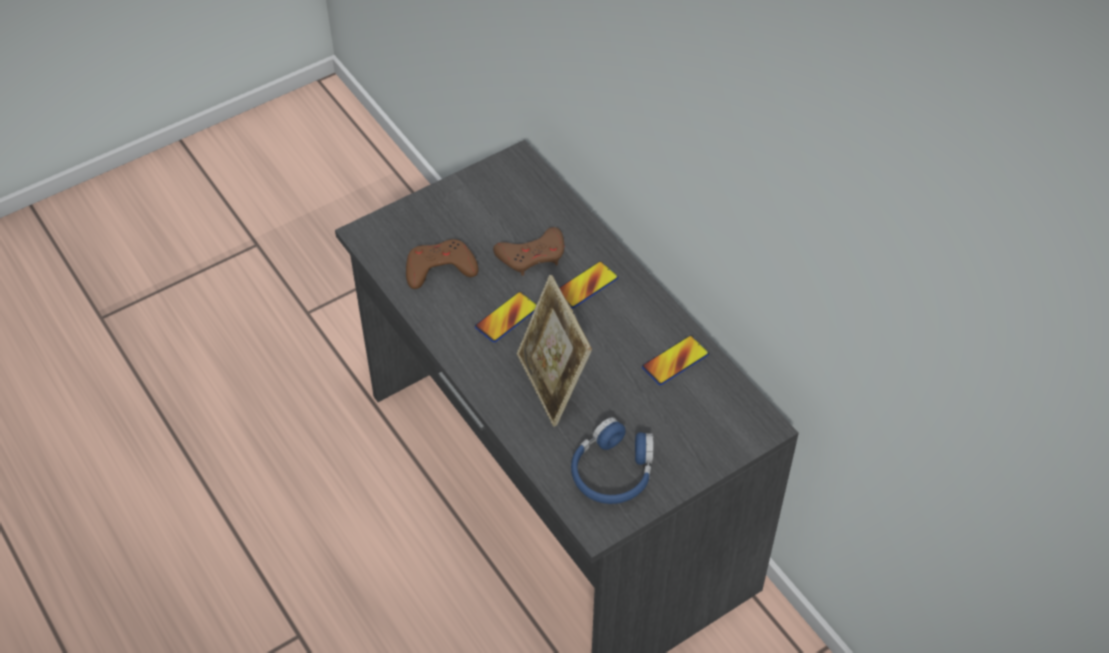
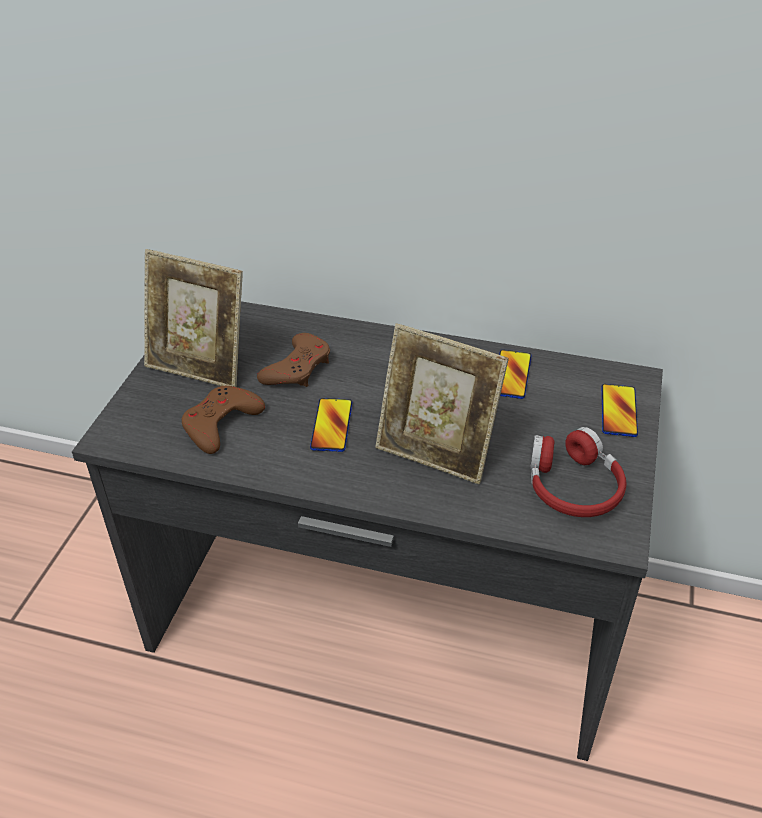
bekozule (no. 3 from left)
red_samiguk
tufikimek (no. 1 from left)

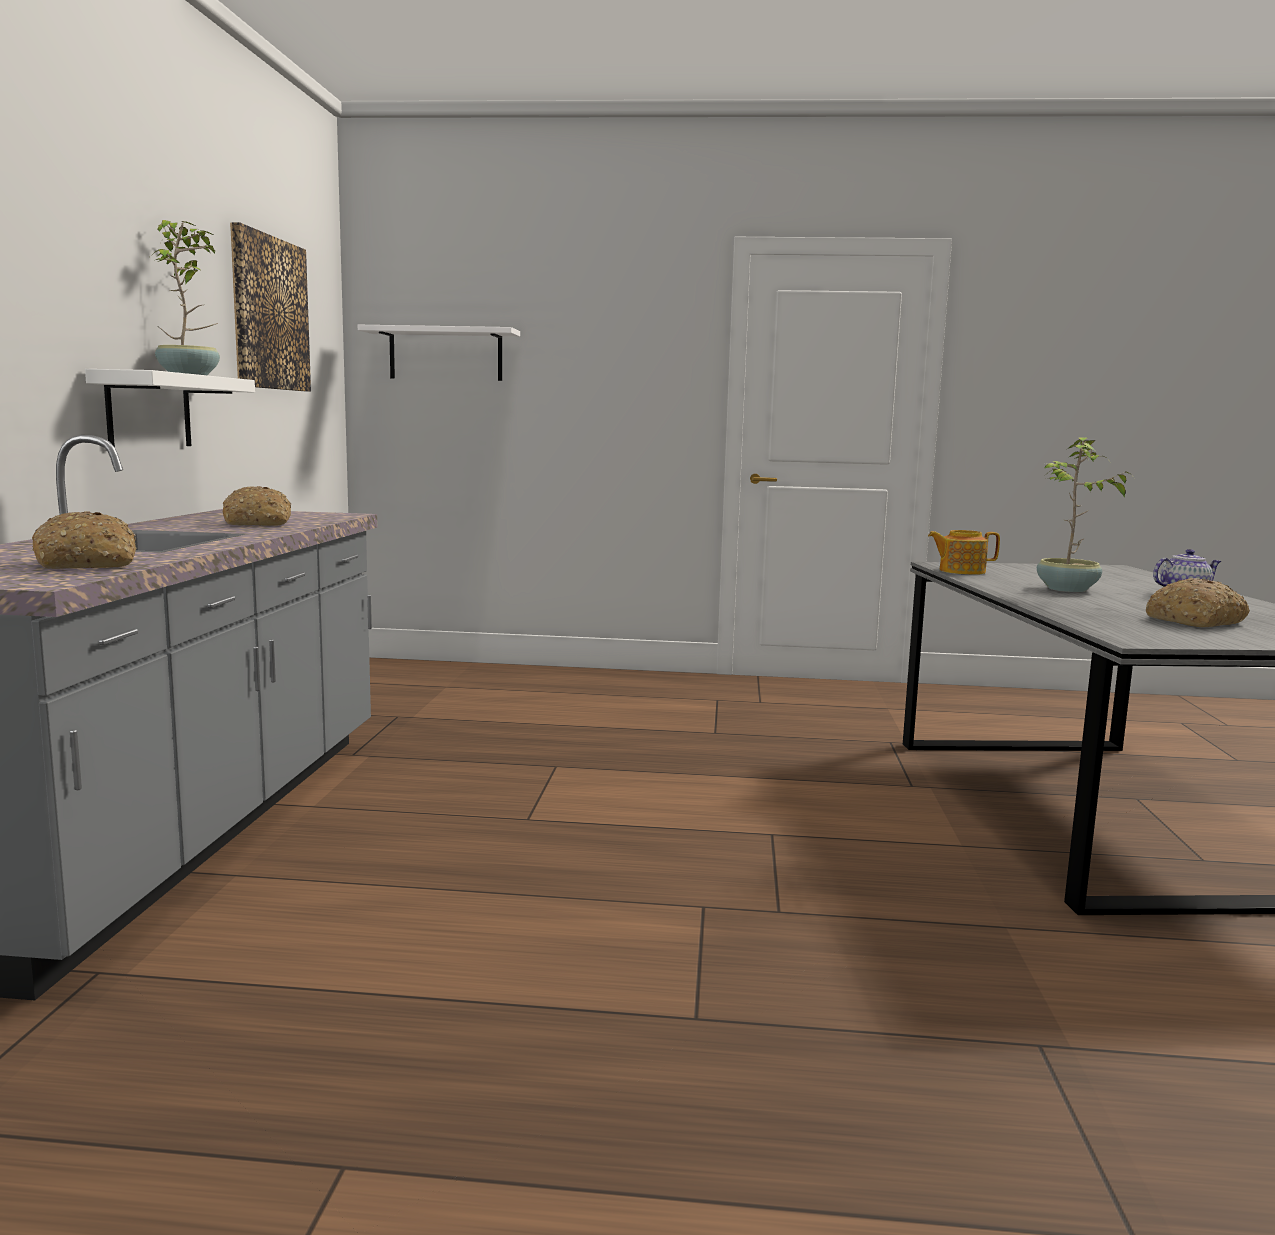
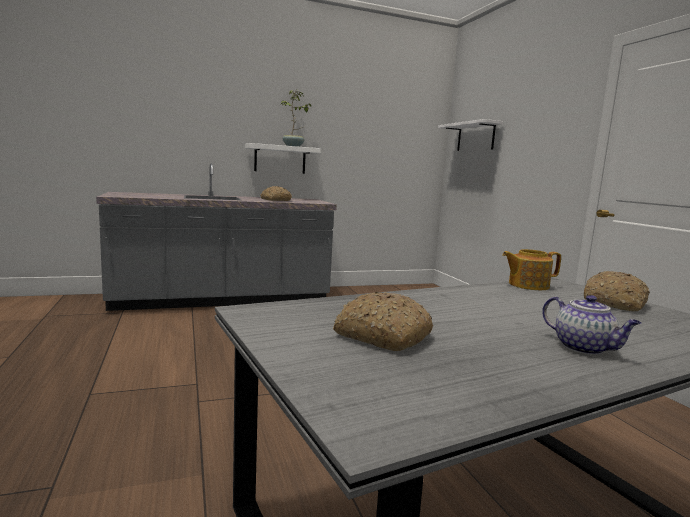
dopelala
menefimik (no. 2 from left in the first image)
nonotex (no. 3 from left)
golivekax (no. 1 from left)

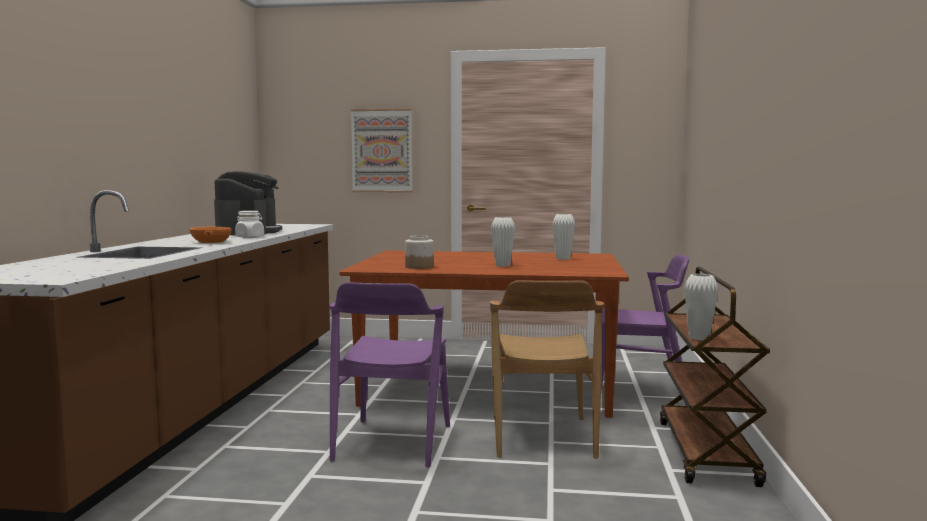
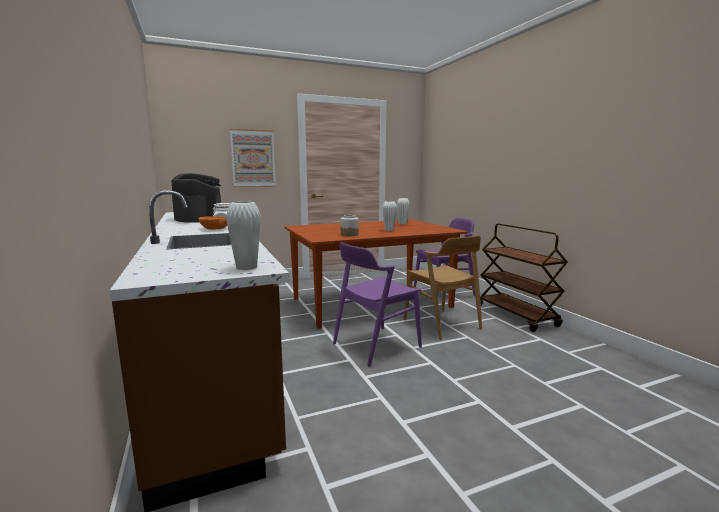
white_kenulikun (no. 1 from left)
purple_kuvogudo (no. 1 from left)

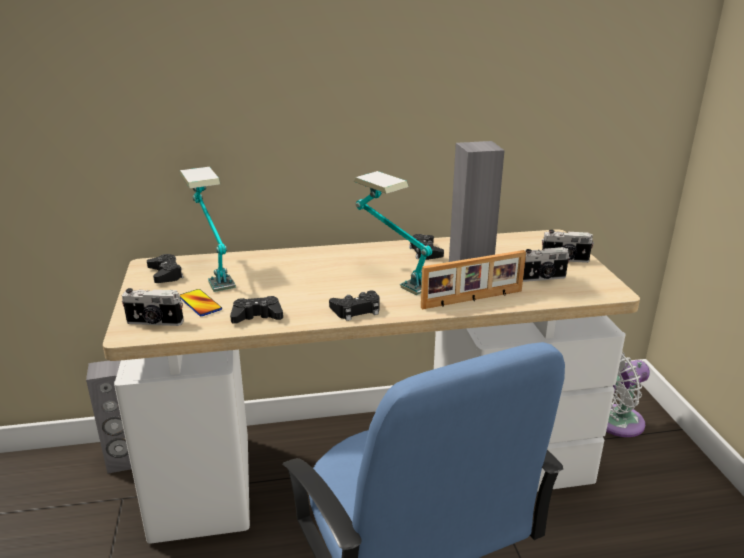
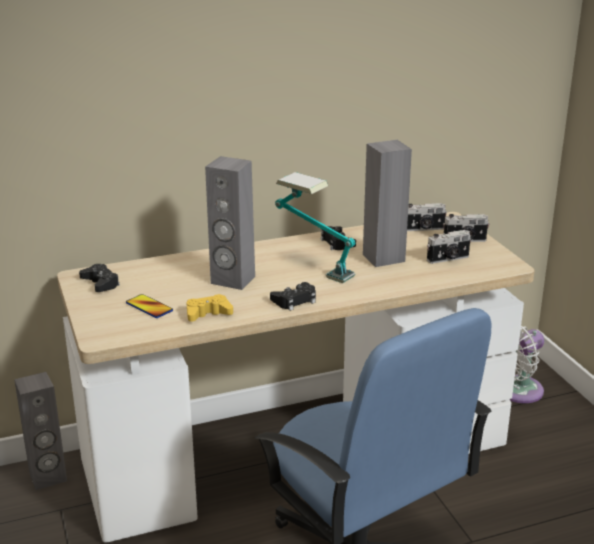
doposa (no. 1 from left in the first image)
tufikimek
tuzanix (no. 1 from left)
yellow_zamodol
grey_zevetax (no. 2 from left)

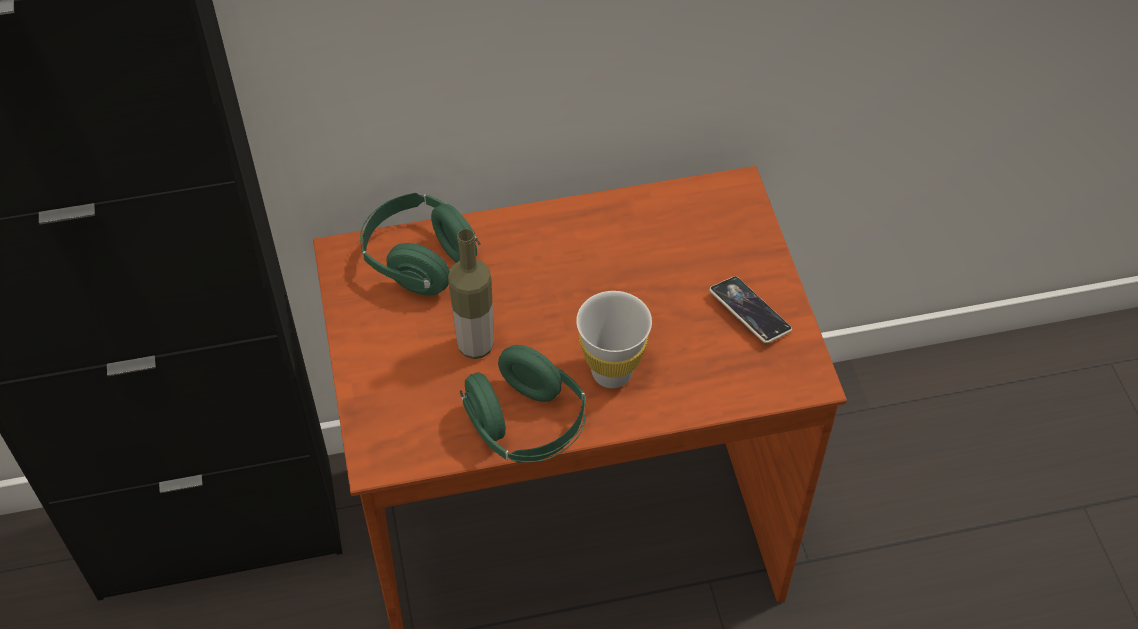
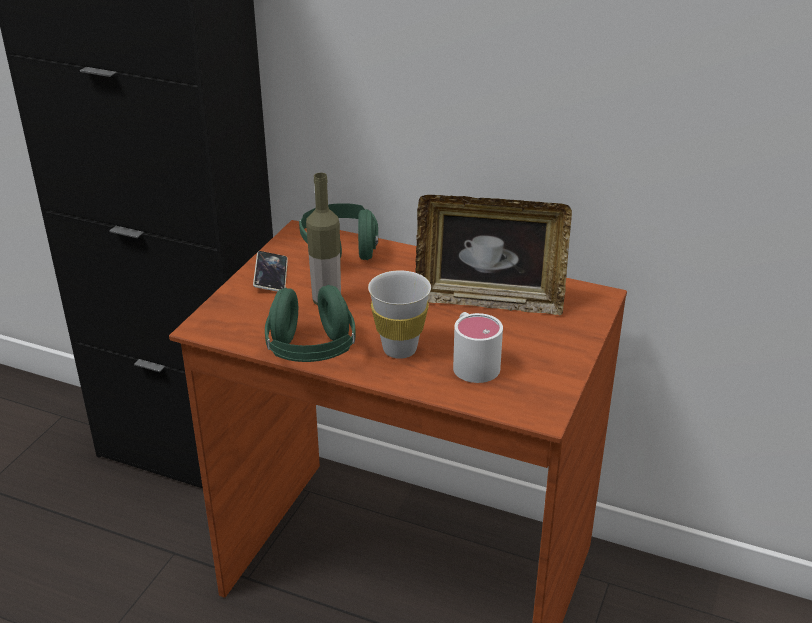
bekozule
tufikimek
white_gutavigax

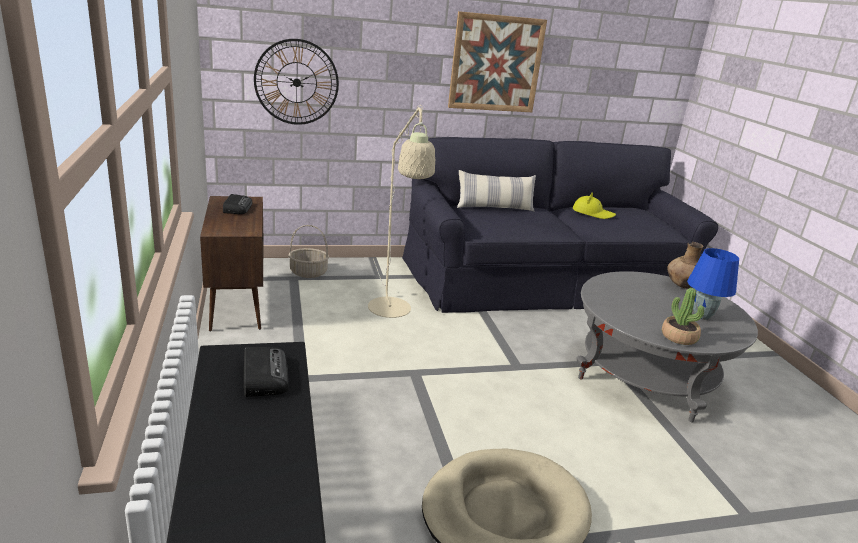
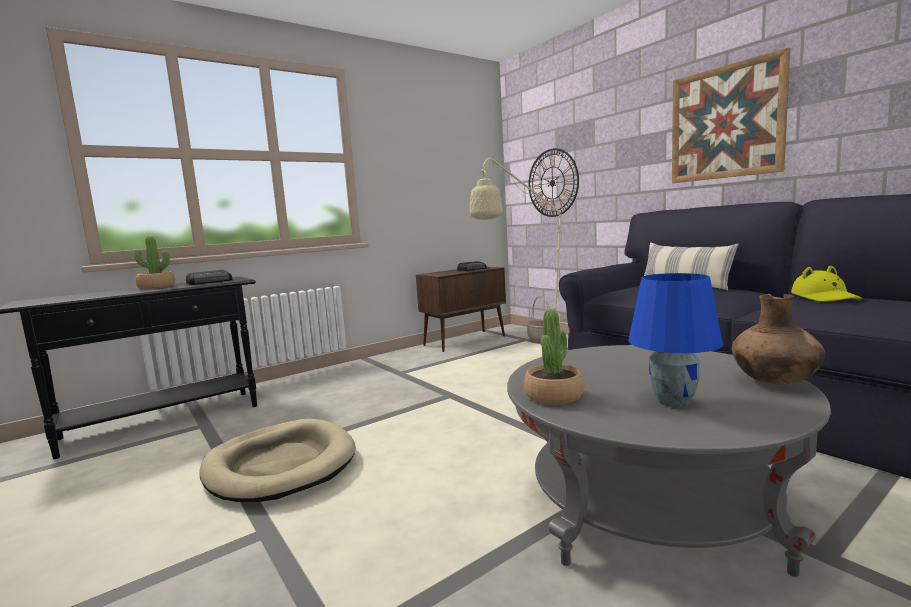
menefimik (no. 1 from left)

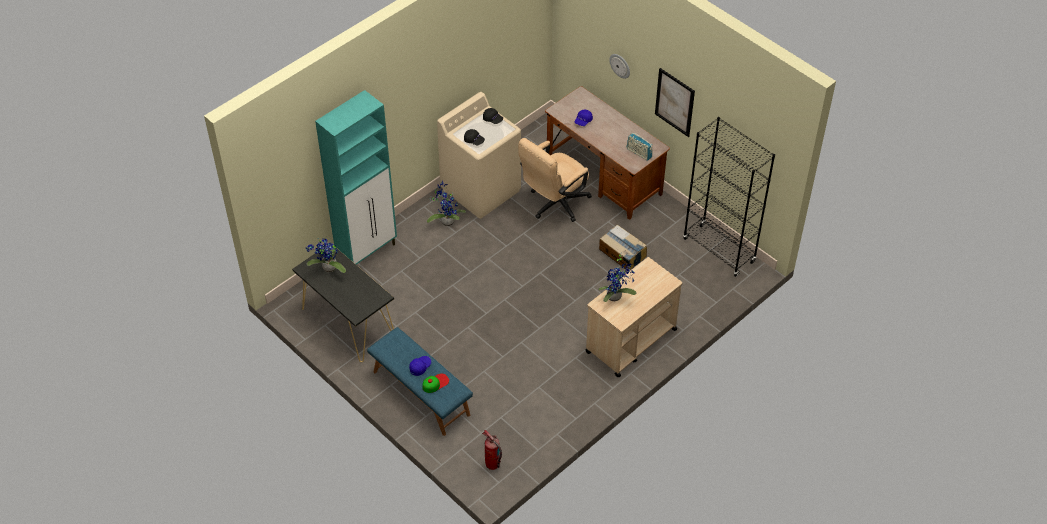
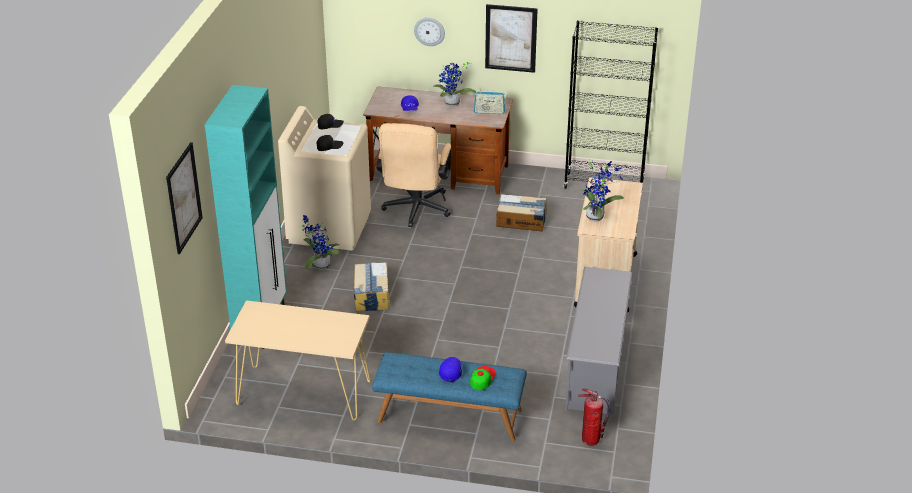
menefimik (no. 2 from left)
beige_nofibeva
dopelala (no. 1 from left)
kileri (no. 1 from left)
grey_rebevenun

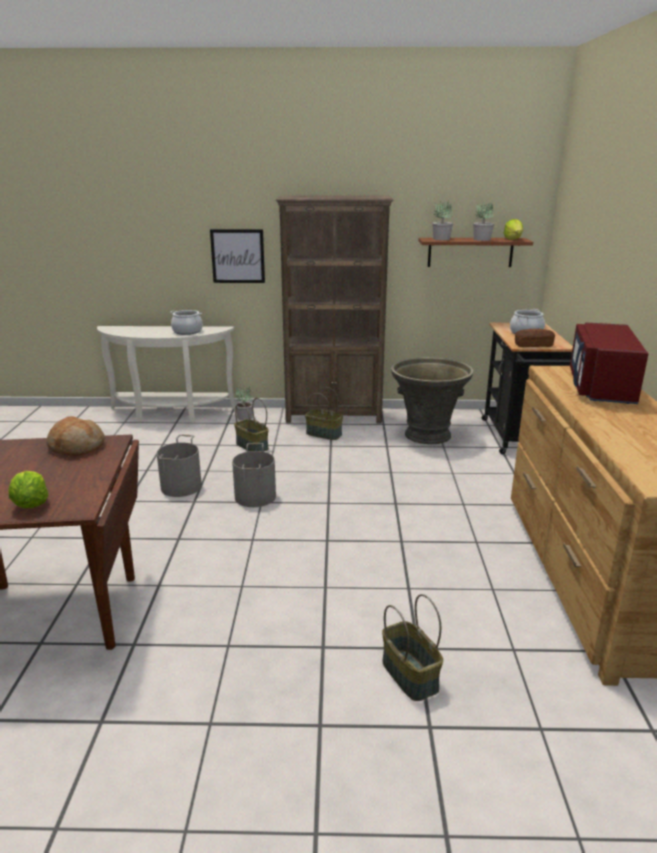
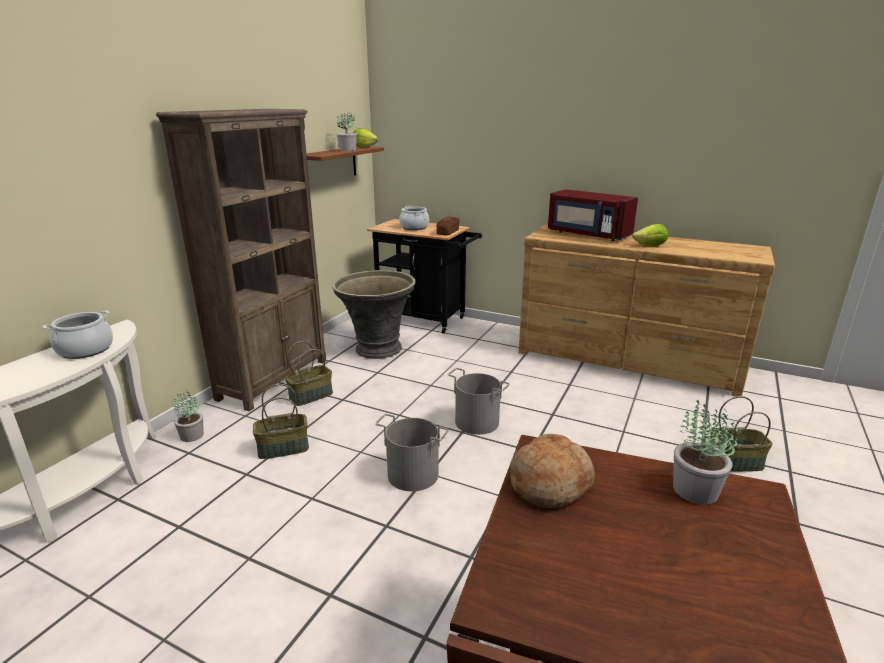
menefimik (no. 3 from left)
dopelala
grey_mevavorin (no. 2 from left)
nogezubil (no. 2 from left)

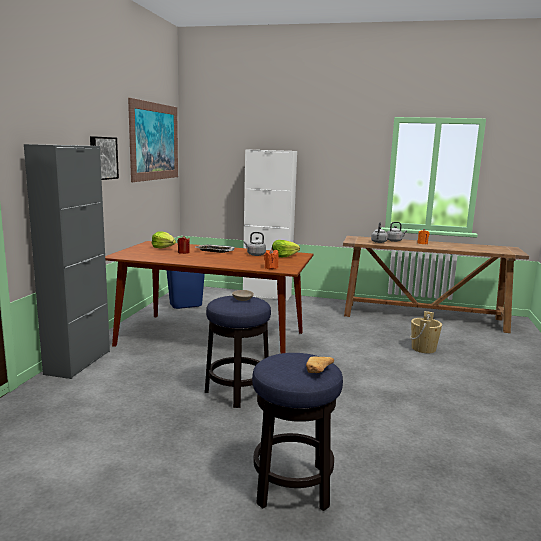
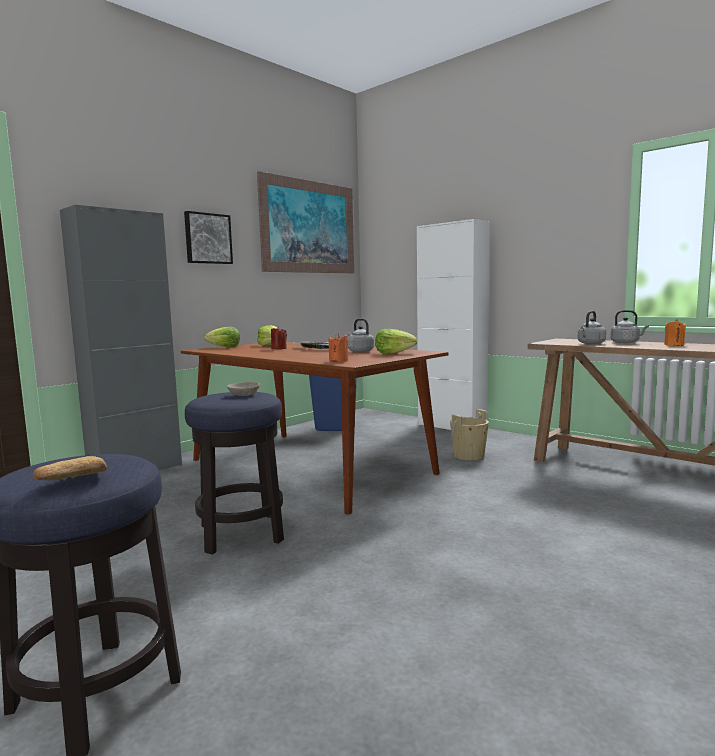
beige_mevavorin
nogezubil (no. 1 from left)

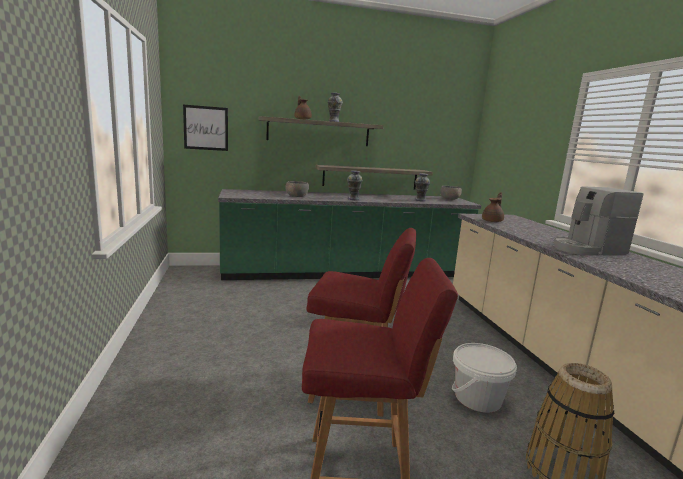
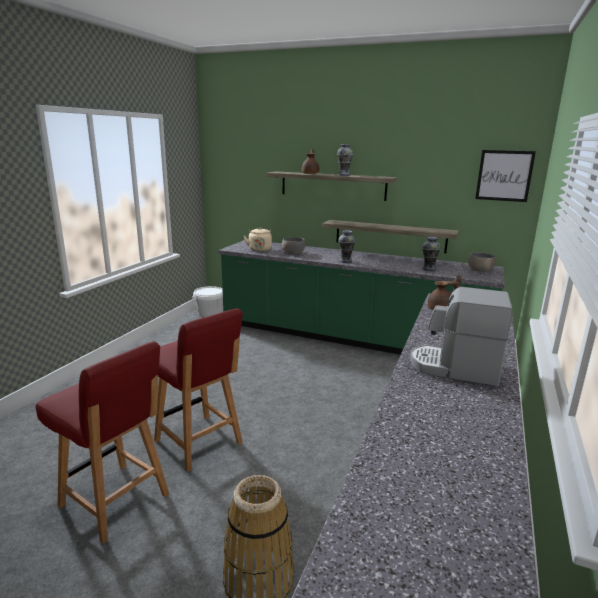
dopelala
white_mevavorin
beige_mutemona

